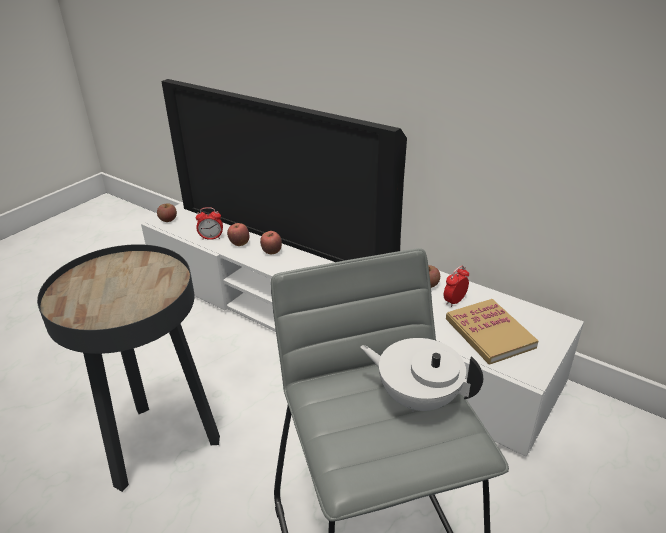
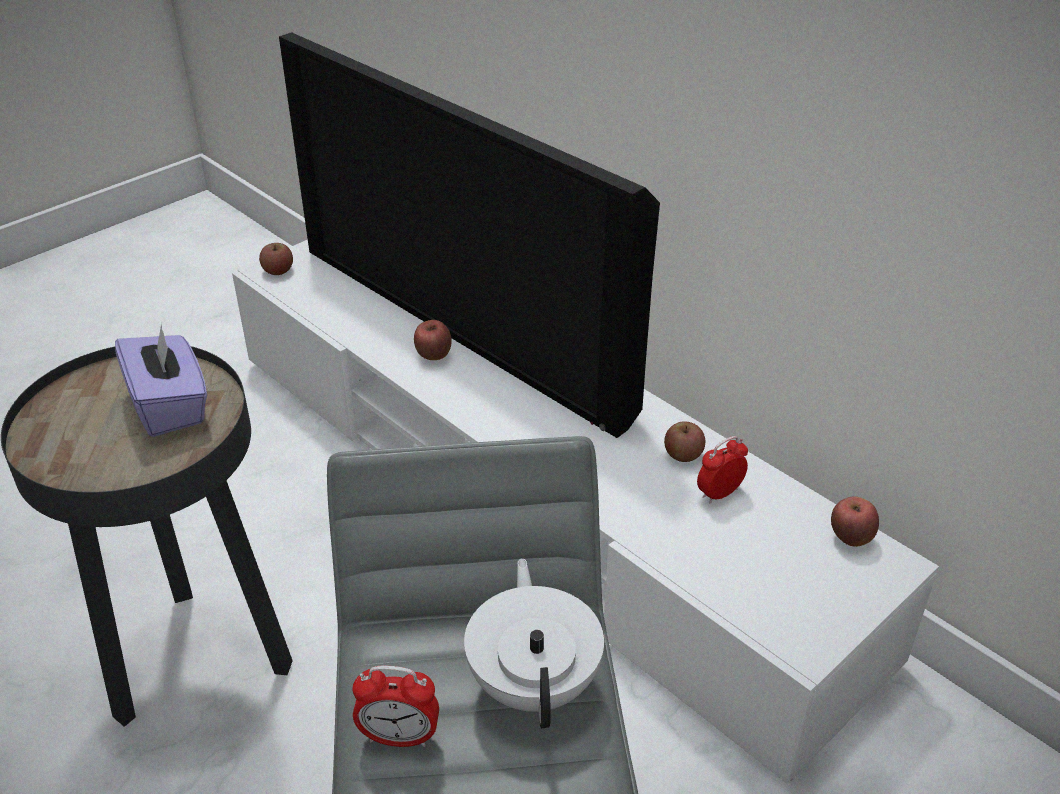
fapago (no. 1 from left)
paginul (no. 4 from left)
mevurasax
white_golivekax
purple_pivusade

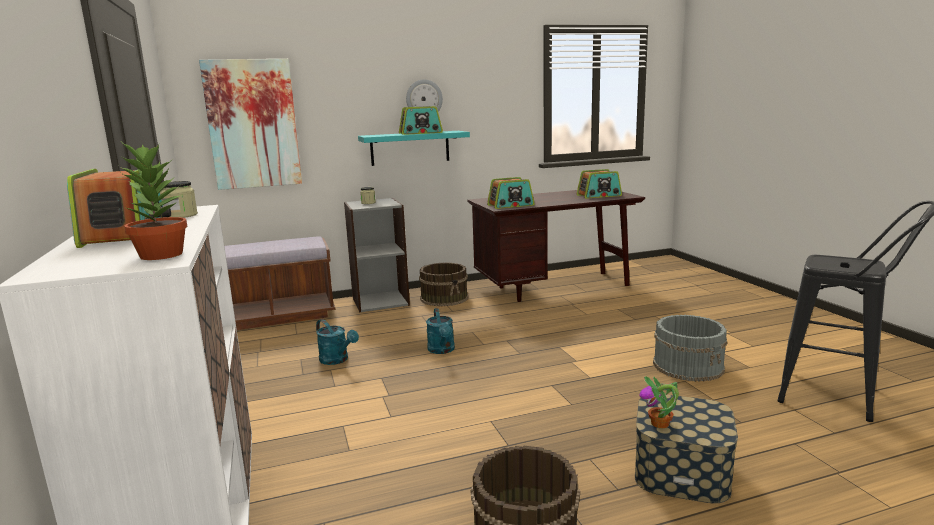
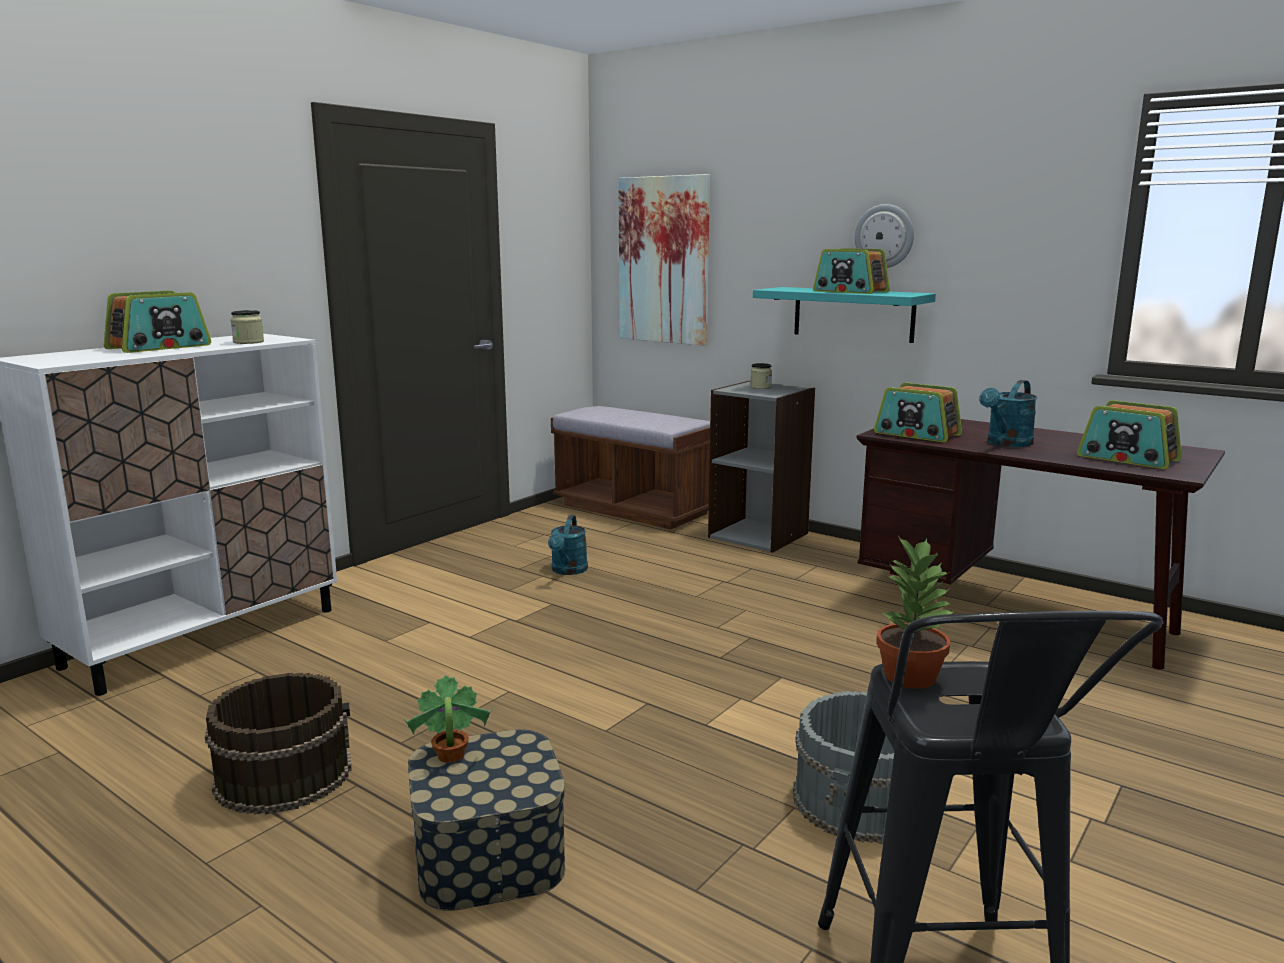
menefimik (no. 2 from left)
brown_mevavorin (no. 1 from left in the first image)
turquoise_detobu (no. 2 from left)

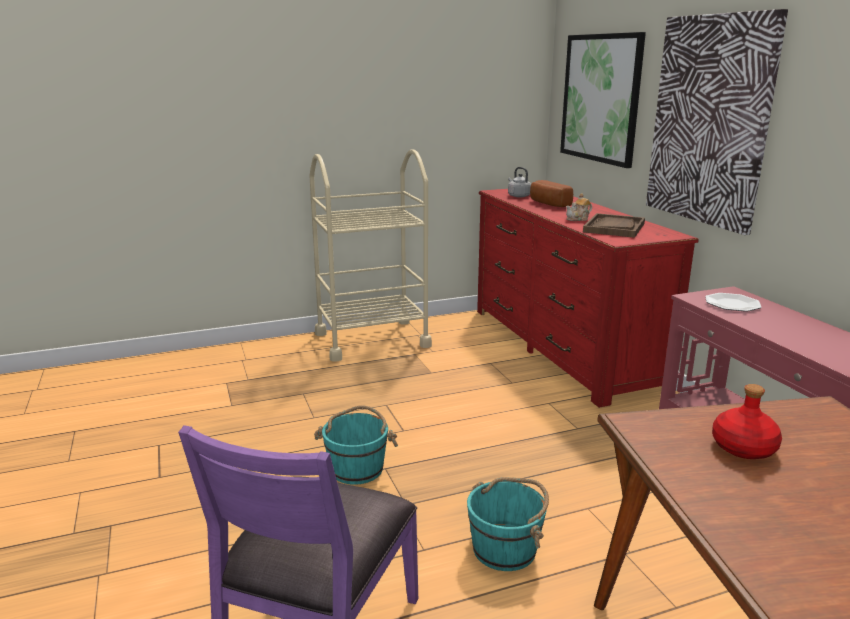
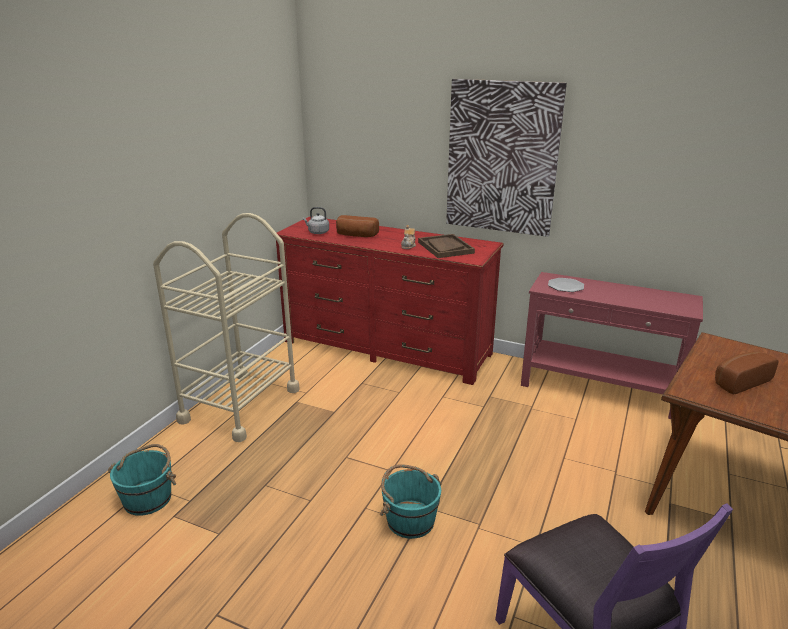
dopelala (no. 1 from left in the first image)
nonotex (no. 2 from left)
turquoise_mevavorin (no. 1 from left)

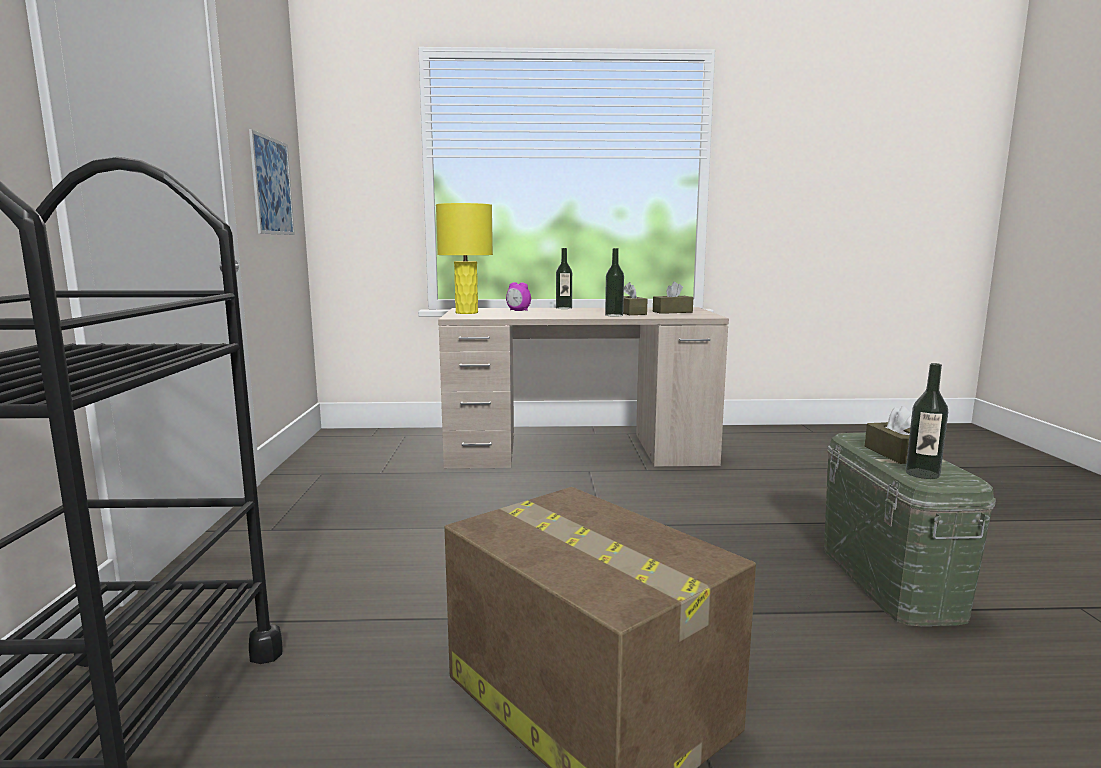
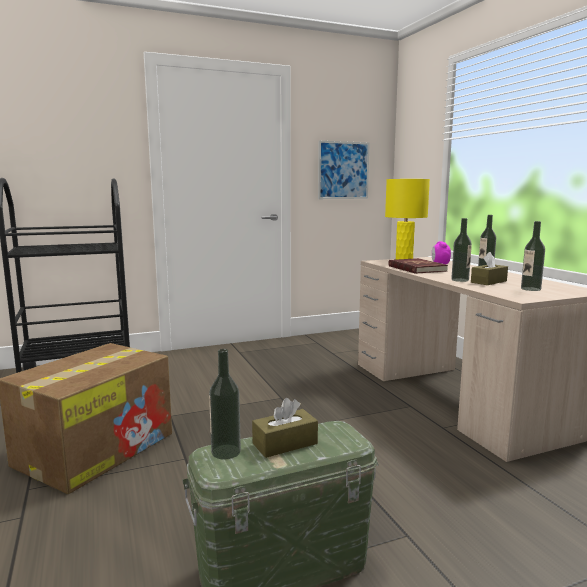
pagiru (no. 4 from left)
red_mevurasax

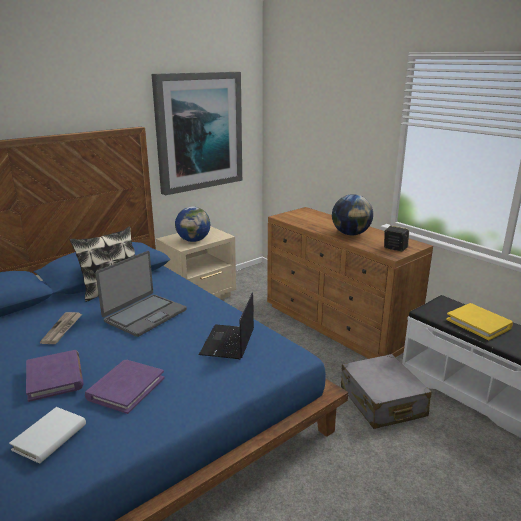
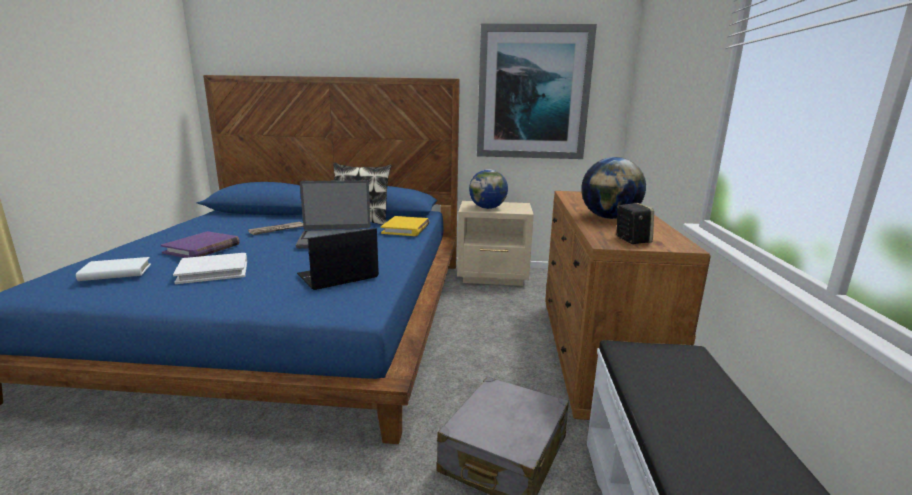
yellow_mevurasax
white_mevurasax (no. 2 from left)

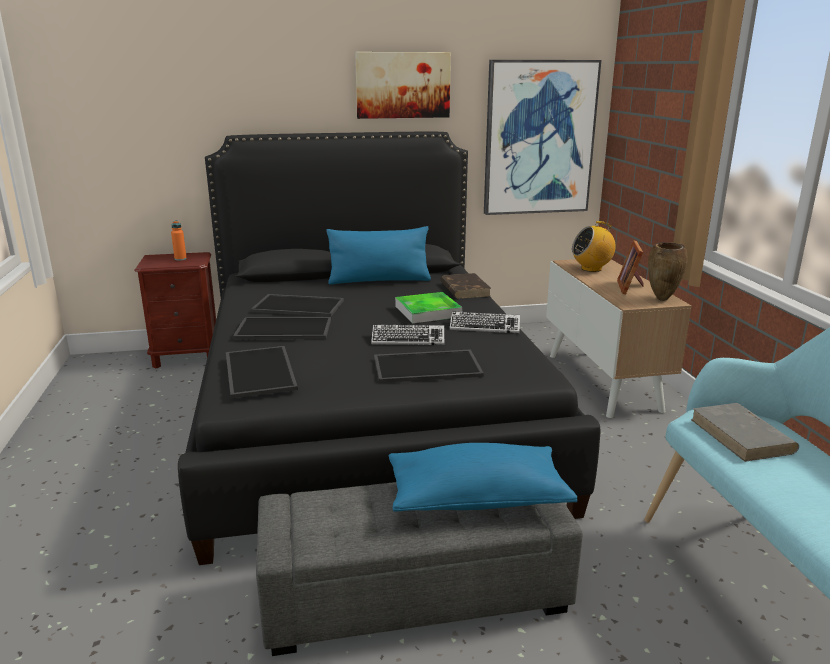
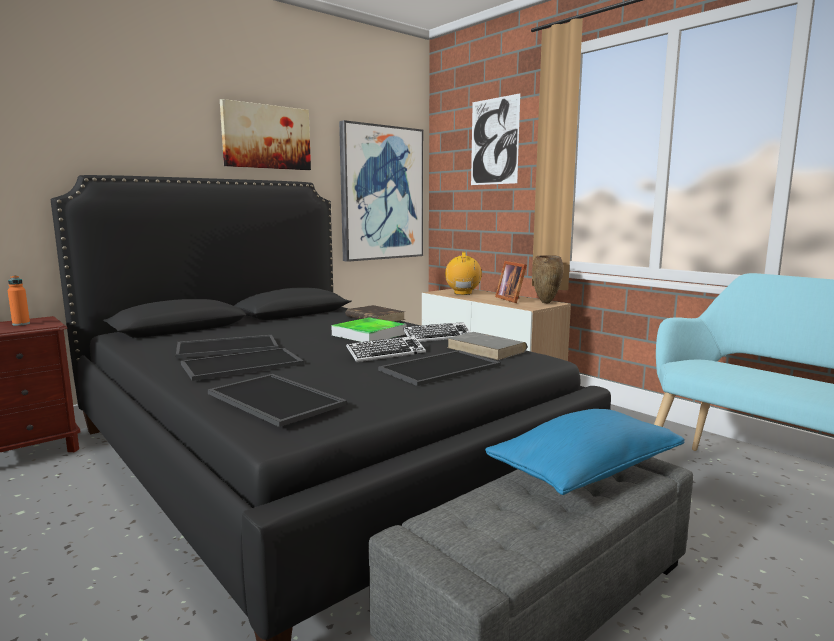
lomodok
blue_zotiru (no. 1 from left in the first image)
grey_mevurasax
dopelala (no. 3 from left)

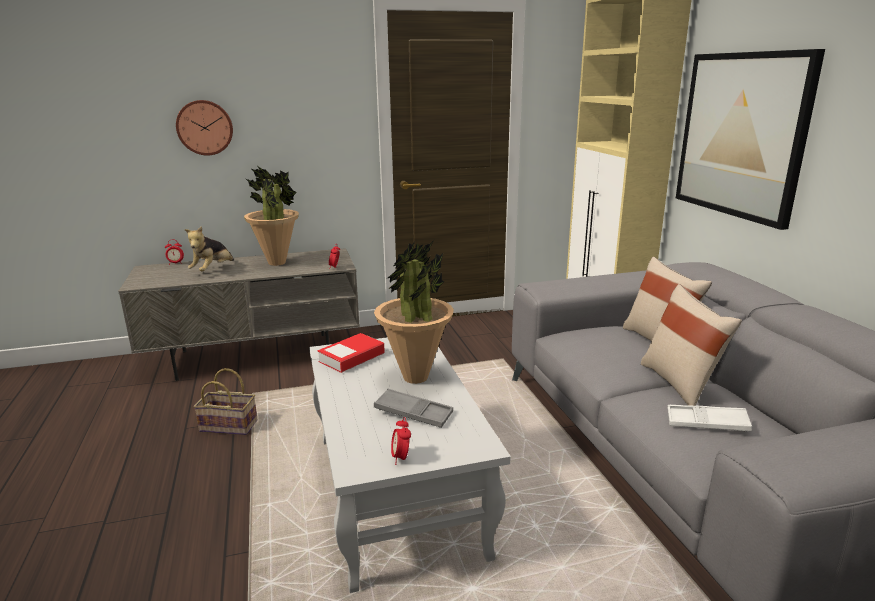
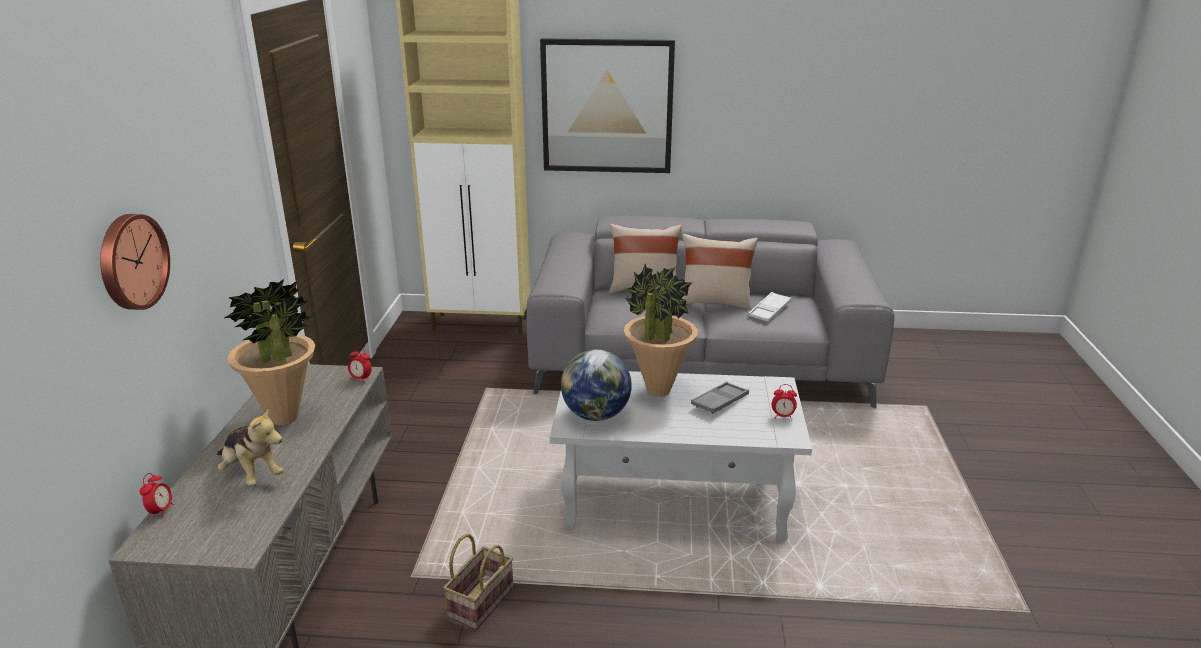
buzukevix

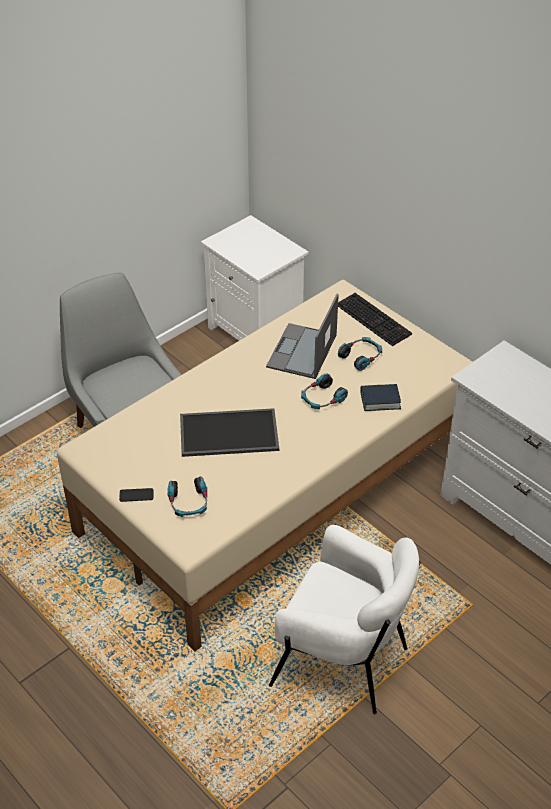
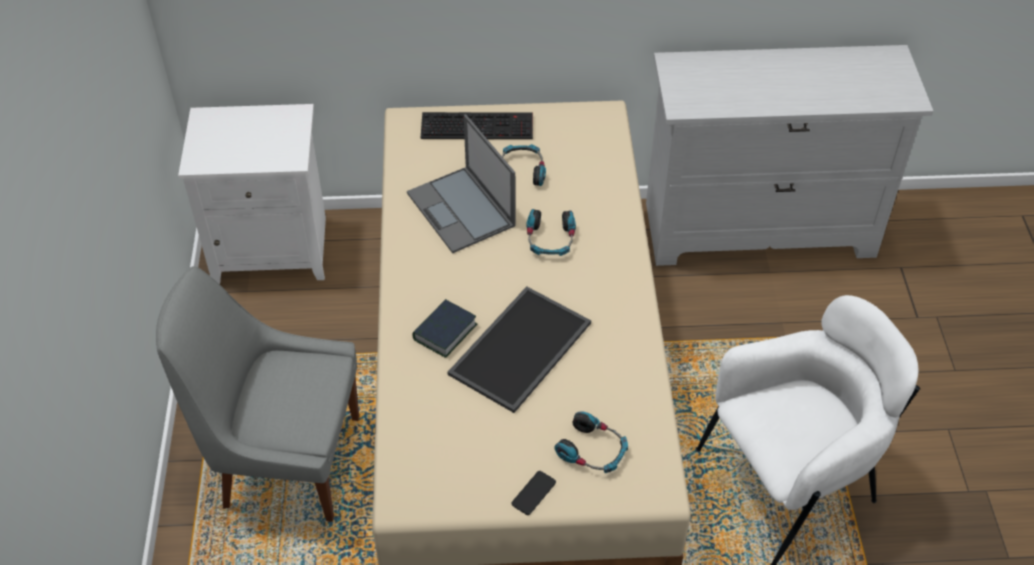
mevurasax

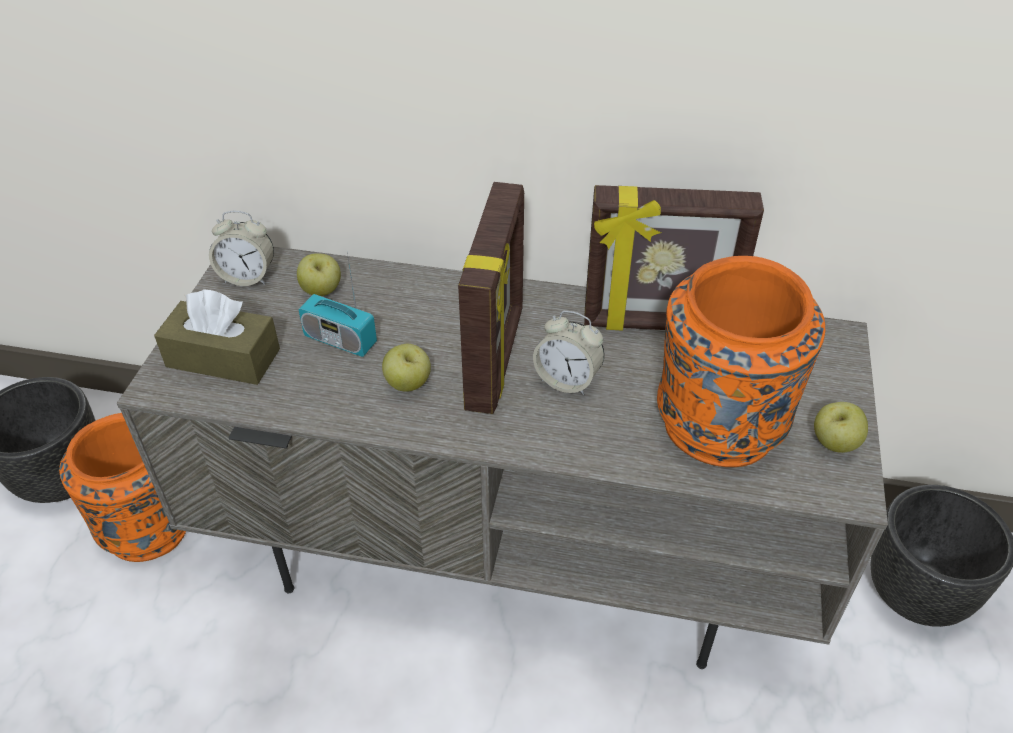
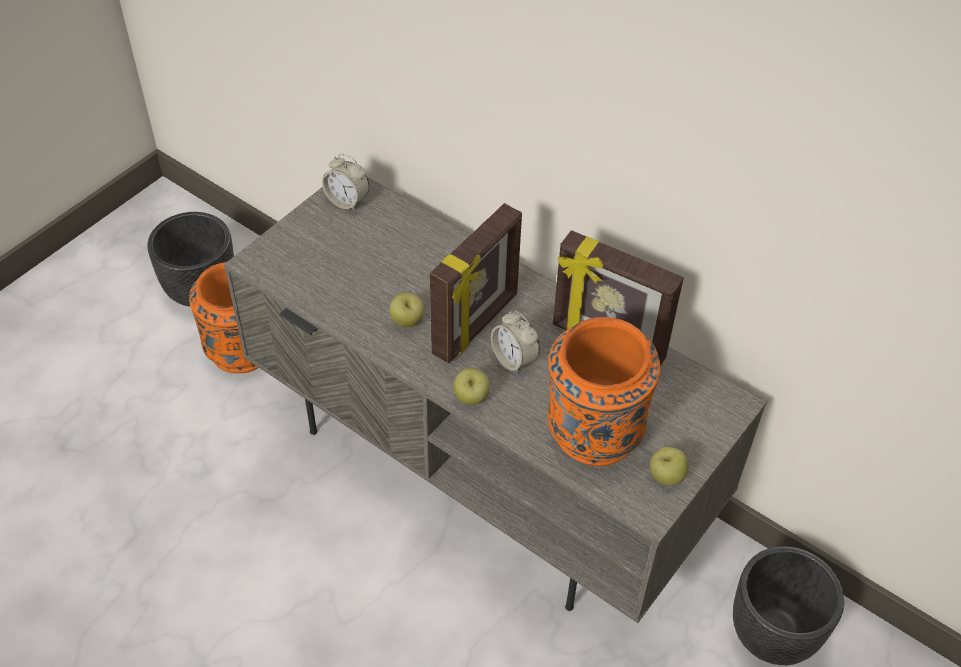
lomodok
paginul (no. 2 from left)
brown_pivusade

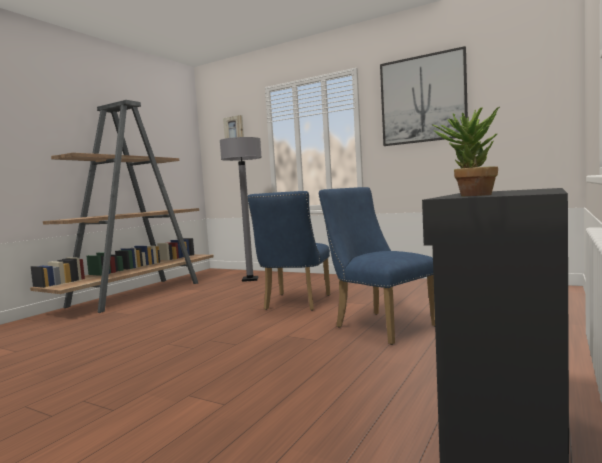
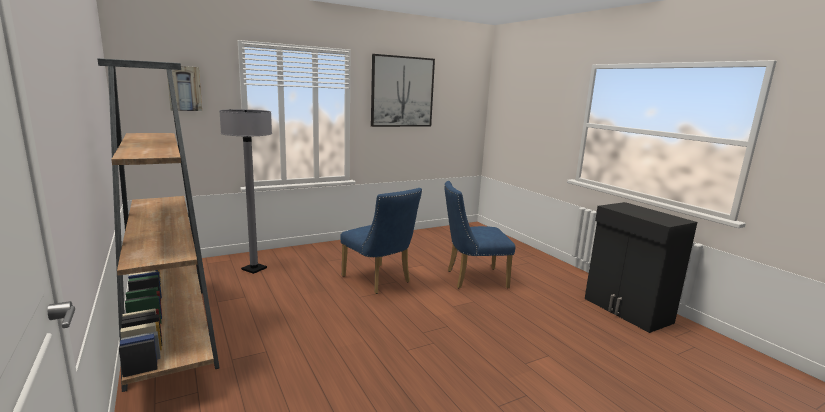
menefimik

